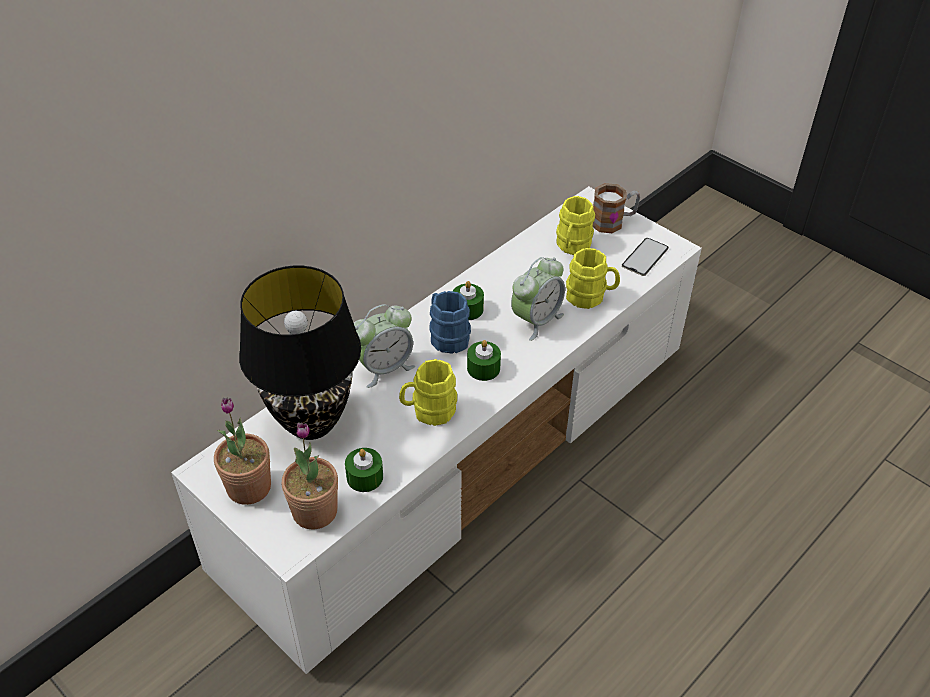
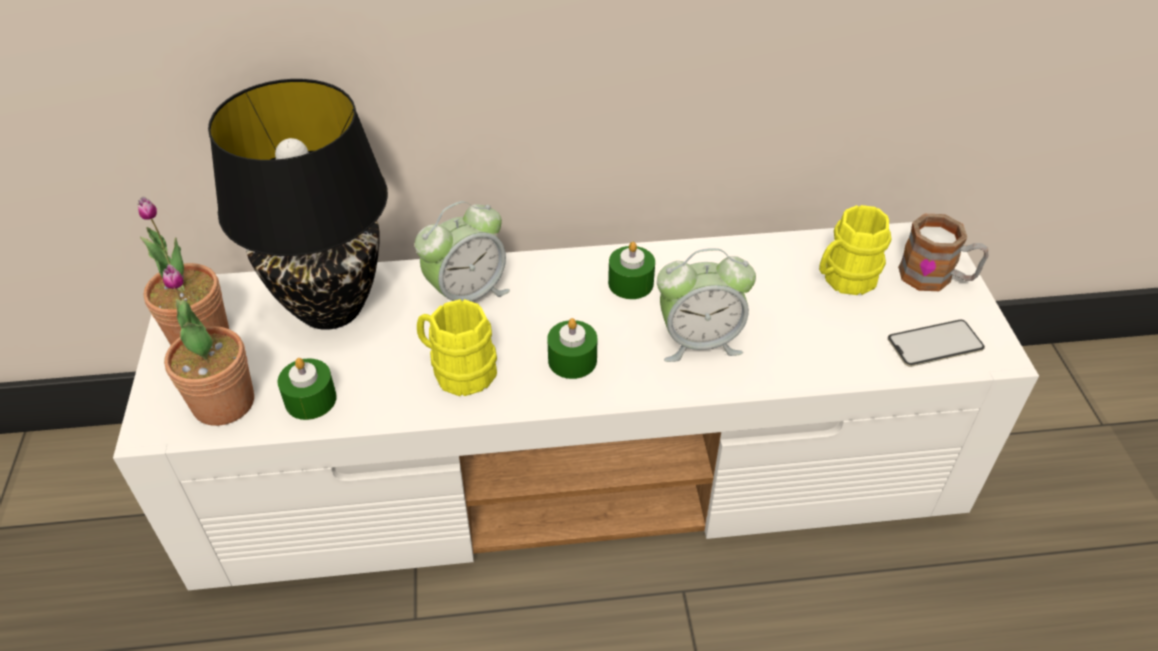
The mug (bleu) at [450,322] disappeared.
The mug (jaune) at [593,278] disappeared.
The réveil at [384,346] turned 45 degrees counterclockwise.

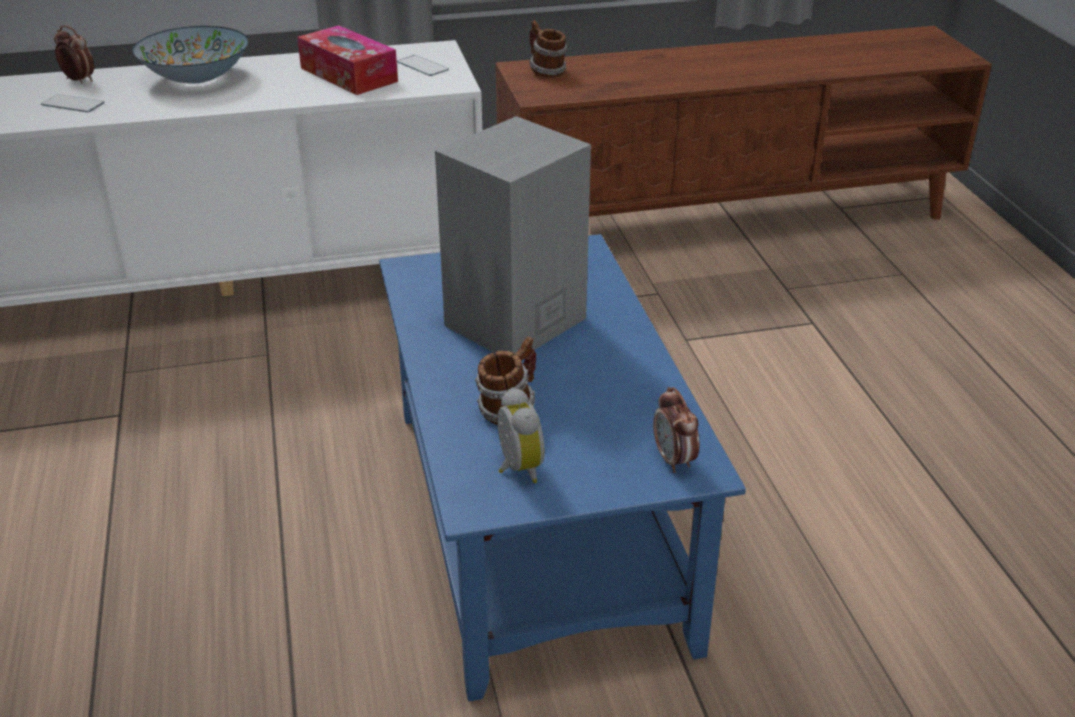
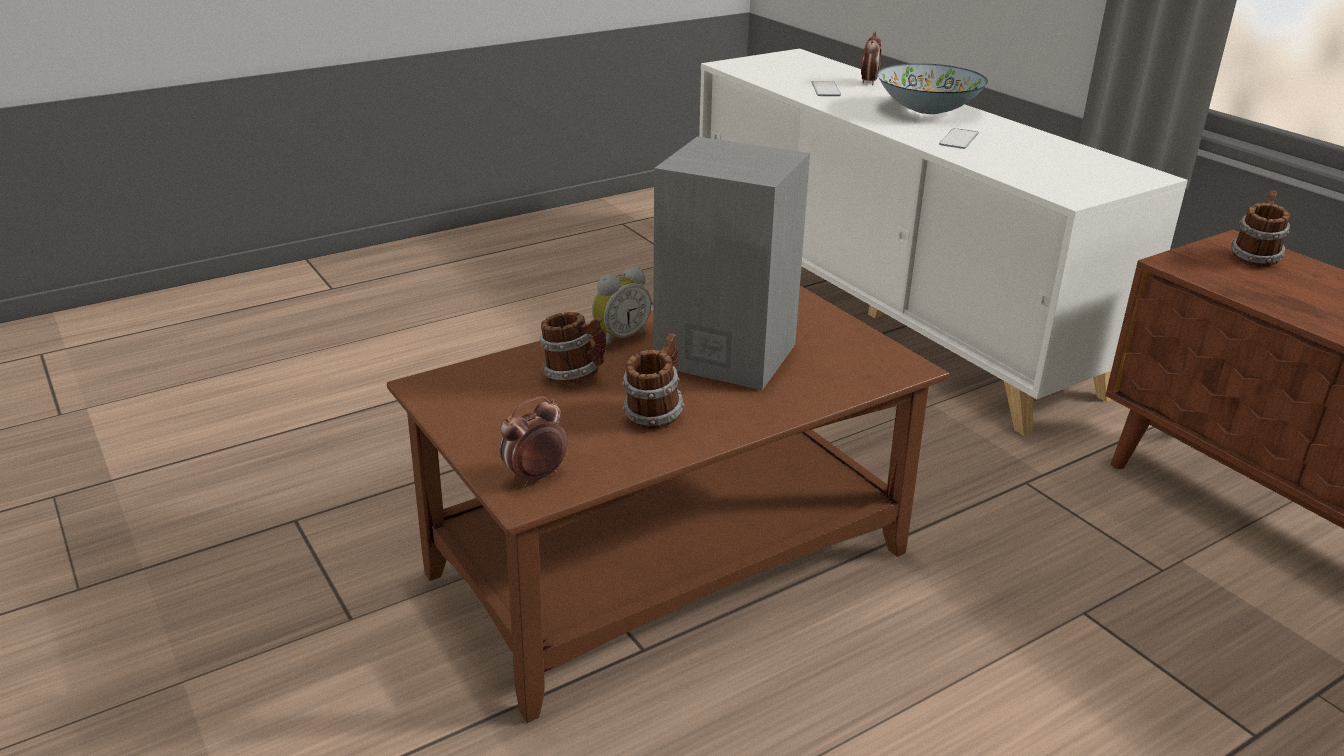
The boîte à mouchoirs at [347,60] disappeared.
The mug at [653,381] appeared.
The téléphone moved from [423,65] to [959,138].
The réveil moved from [521,435] to [621,307].
The table basse (bleu) at [562,467] became the table basse (marron) at [668,504].

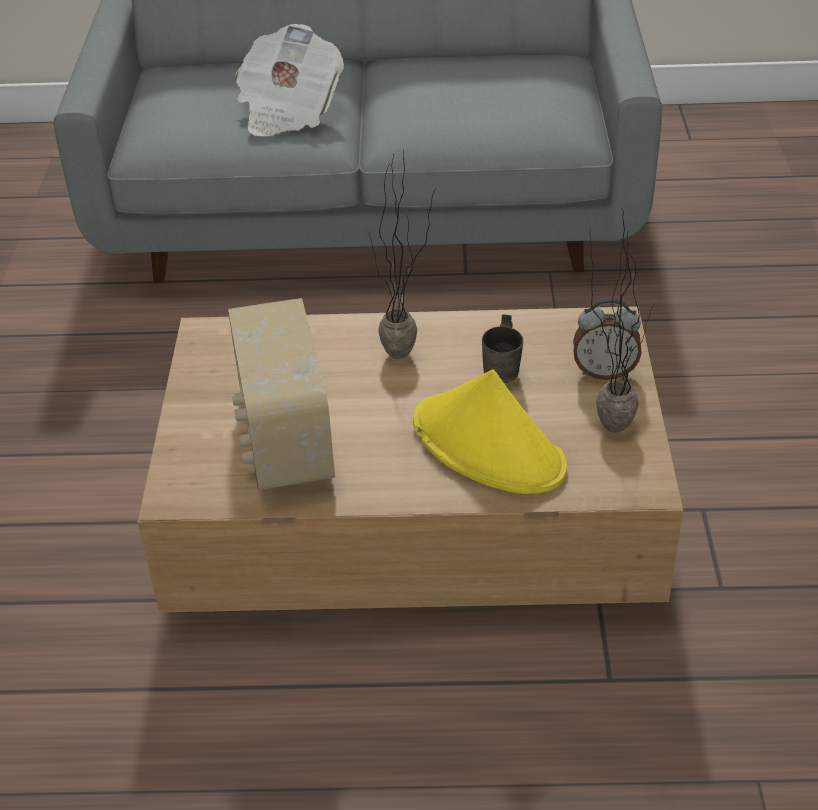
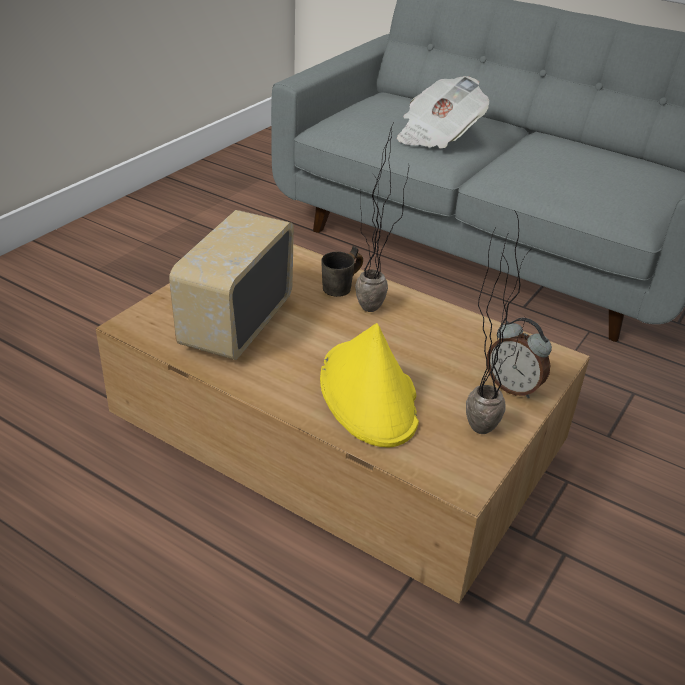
The mug (gris) moved from [502,348] to [342,271].

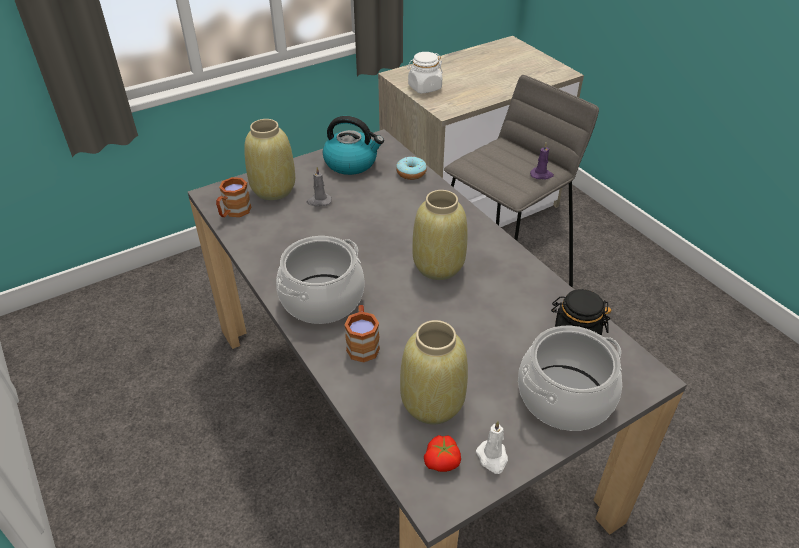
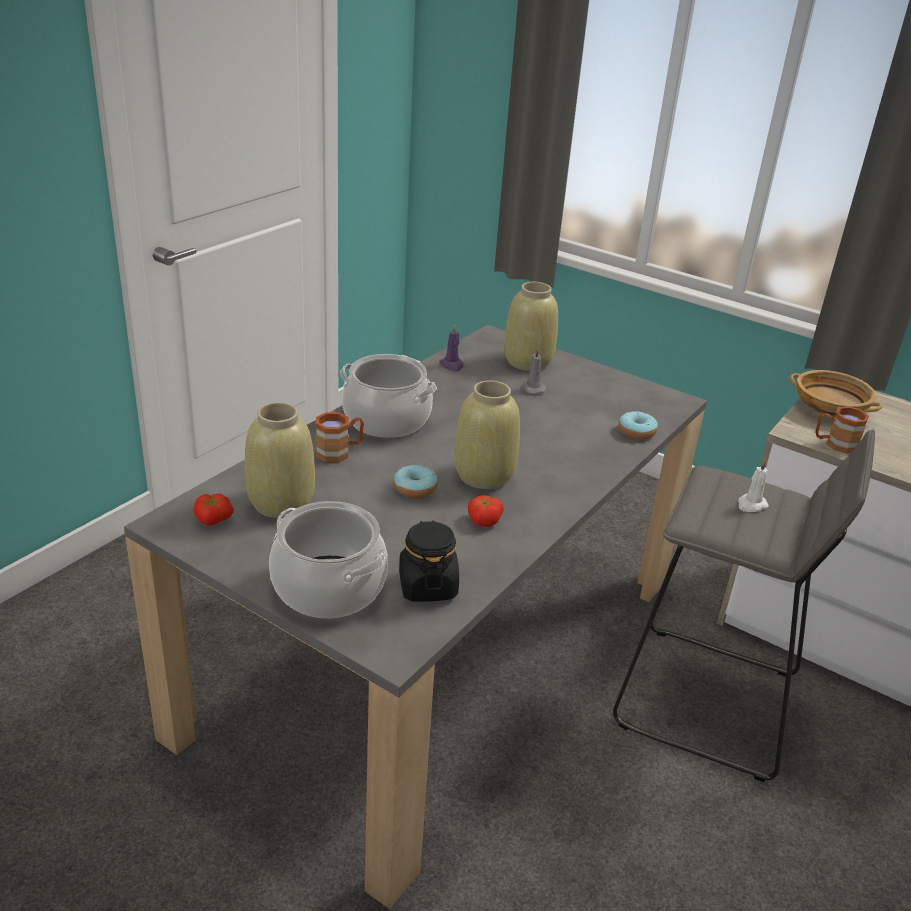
The bouilloire at [353,145] disappeared.
The beignet at [416,481] appeared.
The tomate at [486,511] appeared.
The mug (marron) moved from [233,197] to [842,429].
The bougie (blanc) moved from [492,447] to [753,486].
The bougie (violet) moved from [542,161] to [451,347].
The bocal (blanc) at [425,73] was replaced by the bol (beige) at [836,394].

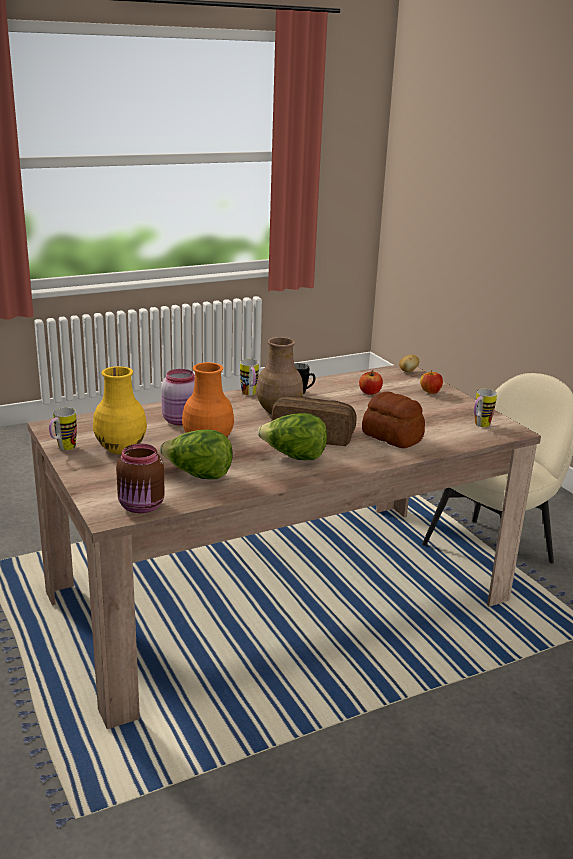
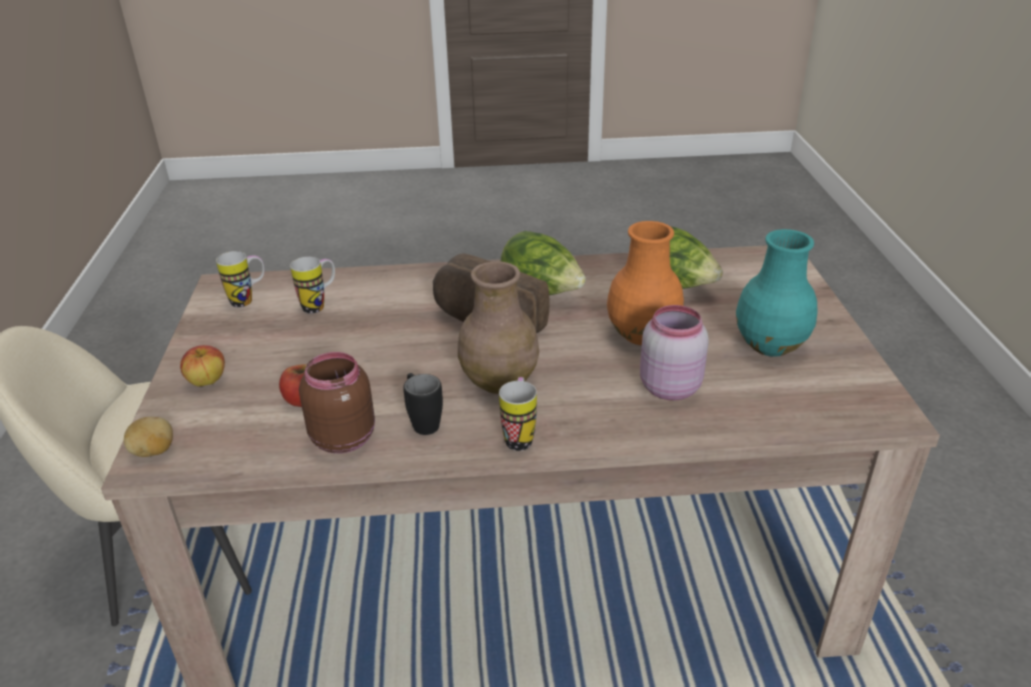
The pain at [393,419] disappeared.
The mug moved from [63,429] to [312,285].
The bocal (marron) moved from [140,478] to [337,403].
The vase (jaune) at [120,410] became the vase (turquoise) at [776,293].

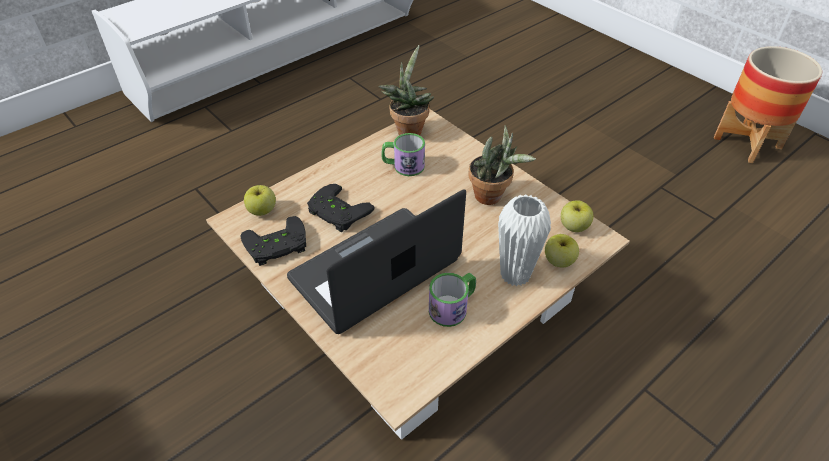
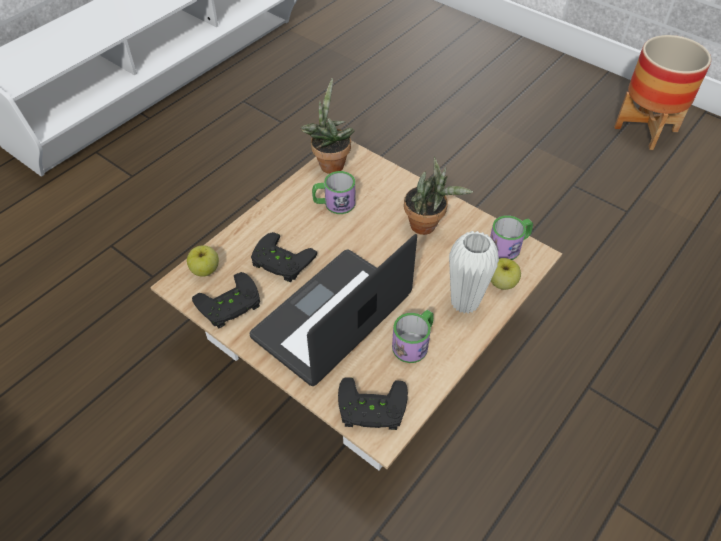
The manette (noir) at [373,404] appeared.
The pomme at [577,216] was replaced by the mug at [511,238].

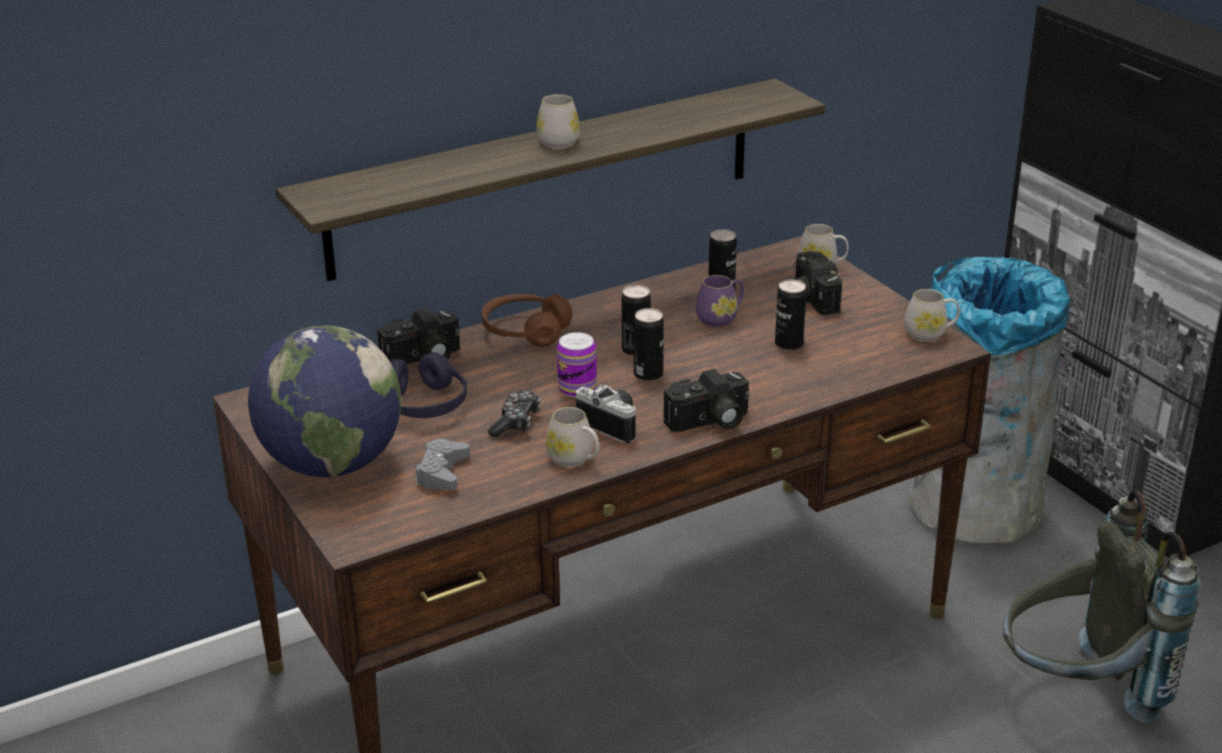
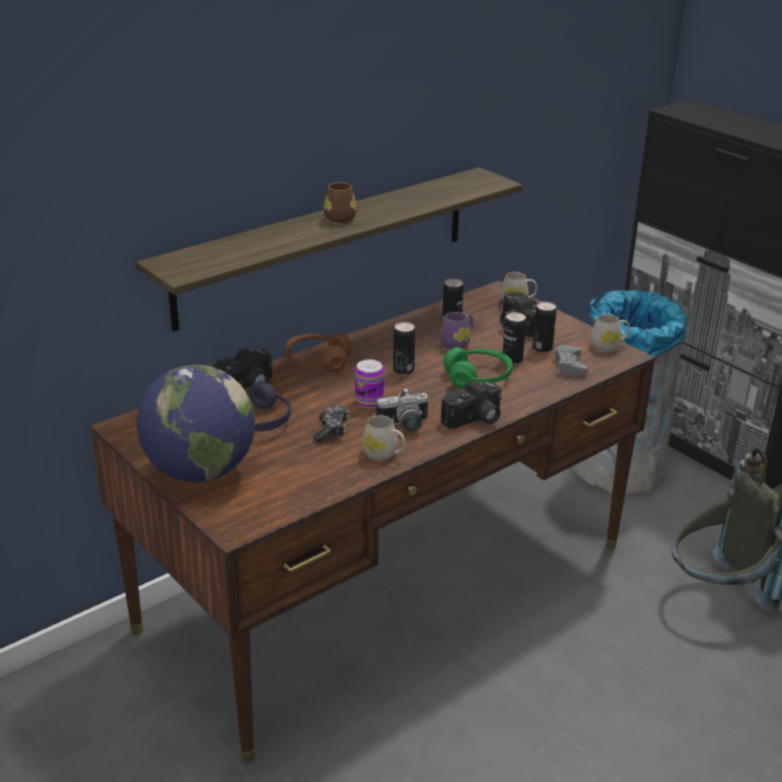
The casque audio (vert) at [477,367] appeared.
The manette (gris) moved from [442,464] to [570,360].
The boîte métallique moved from [649,344] to [544,327].
The mug (blanc) at [558,121] became the mug (marron) at [340,202].
The appareil photo at [606,414] turned 135 degrees clockwise.

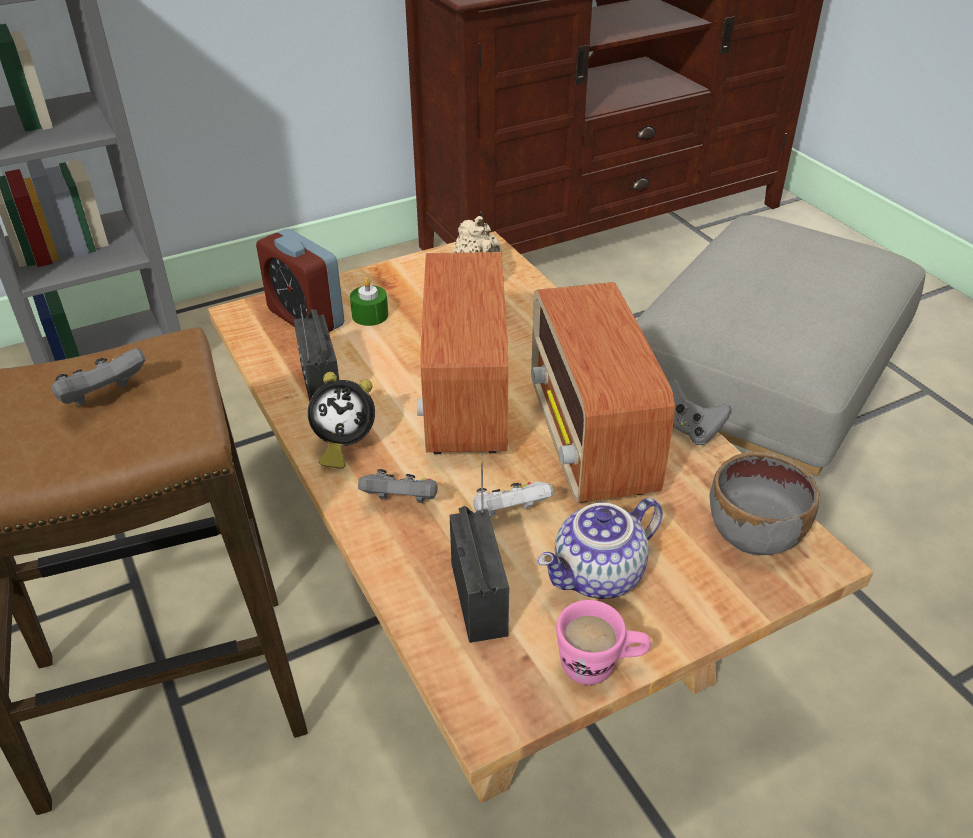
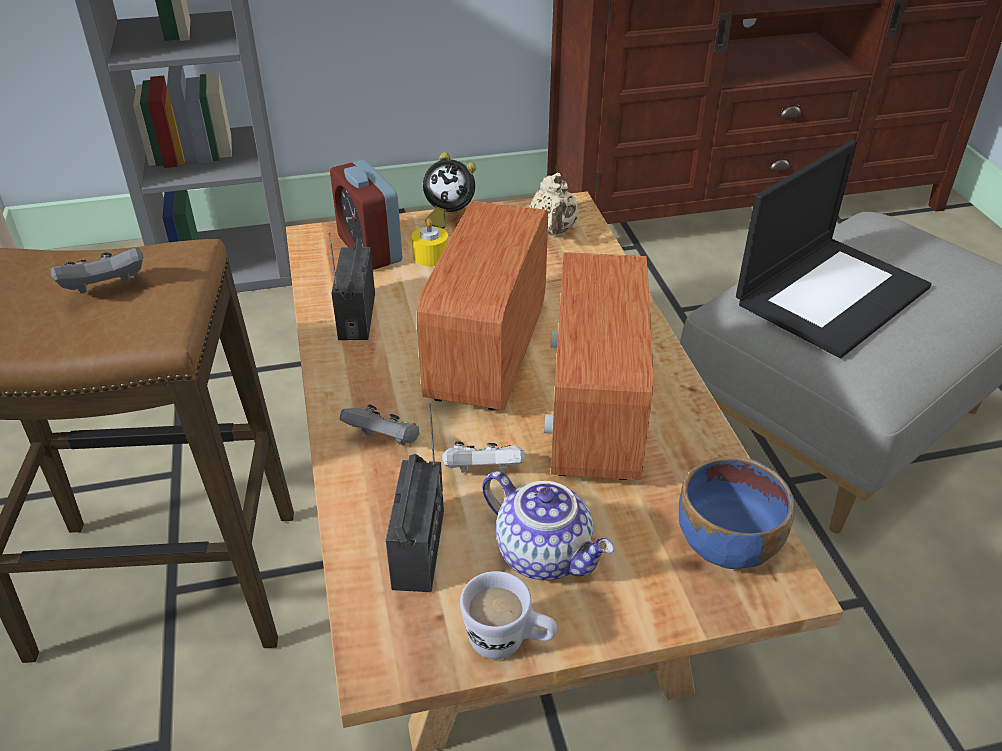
The manette (gris) at [700,412] disappeared.
The ordinateur portable at [834,249] appeared.
The réveil moved from [341,420] to [449,190].
The bougie (vert) at [369,302] became the bougie (jaune) at [429,242].
The mug (rose) at [603,642] became the mug (blanc) at [508,615].
The bol (gris) at [764,503] became the bol (bleu) at [736,512].
The théière at [600,548] turned 120 degrees counterclockwise.

